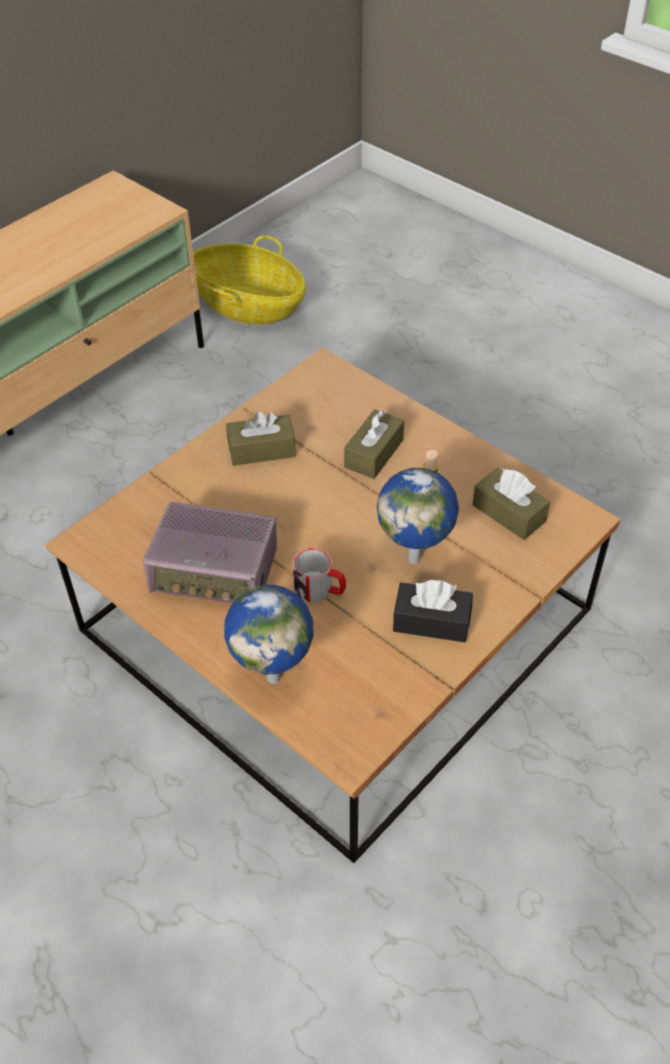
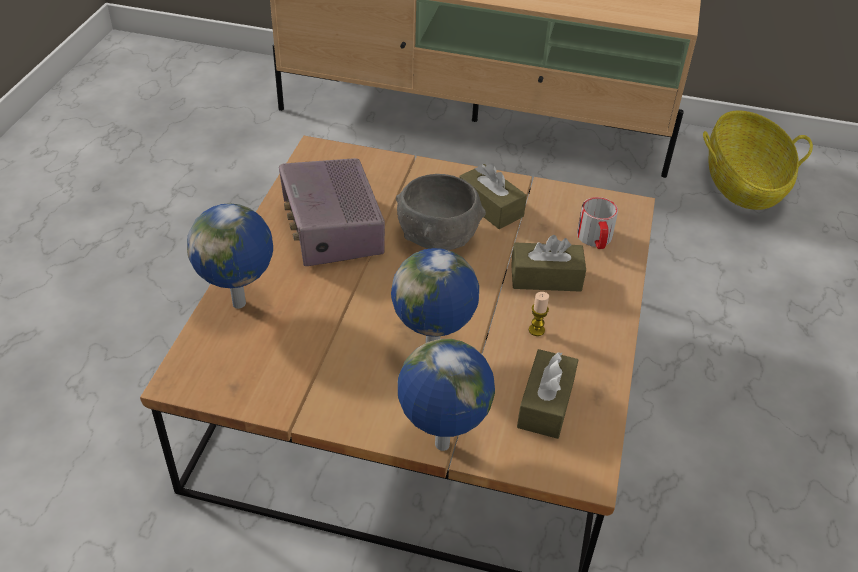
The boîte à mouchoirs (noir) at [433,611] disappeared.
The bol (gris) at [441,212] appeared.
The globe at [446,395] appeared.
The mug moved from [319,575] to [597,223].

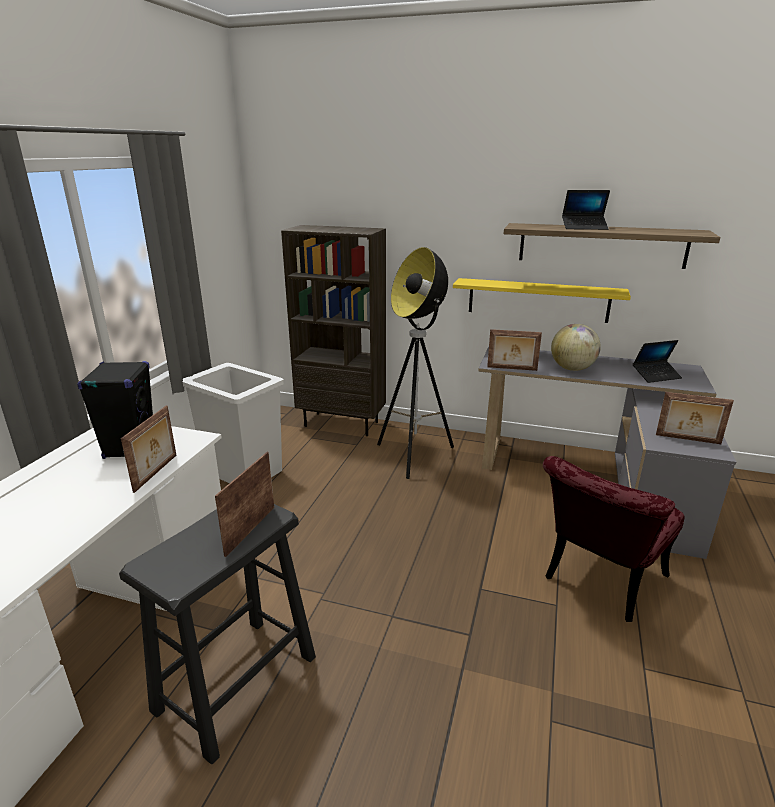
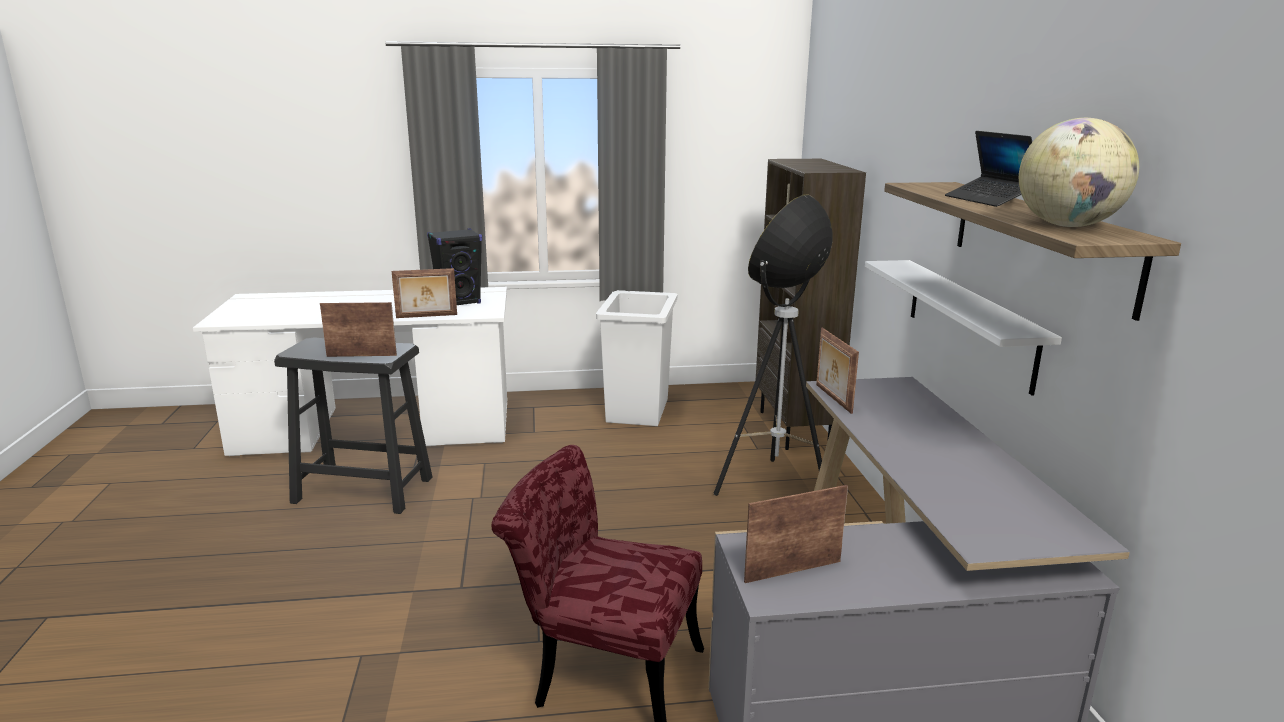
The ordinateur portable at [657,361] disappeared.
The globe moved from [576,347] to [1079,172].
The étagère (jaune) at [542,300] became the étagère (blanc) at [963,328].
The cadre photo at [695,418] turned 75 degrees clockwise.

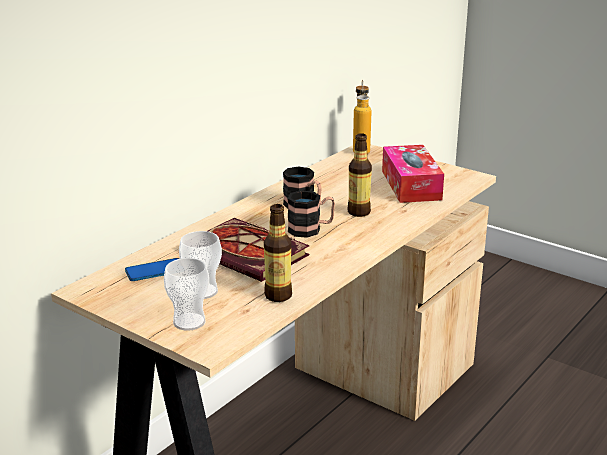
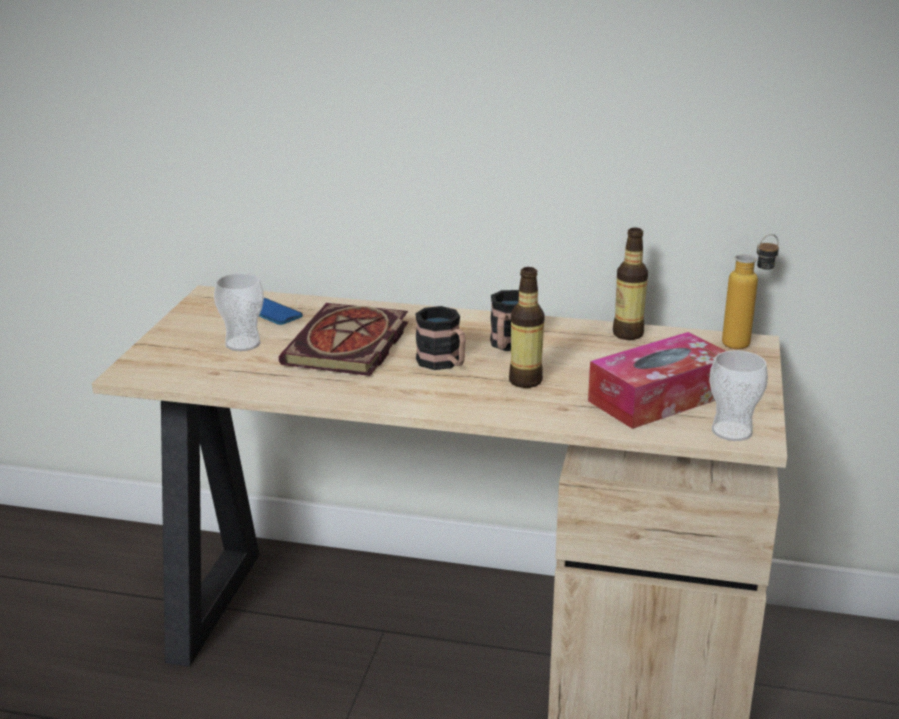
The tasse moved from [186,294] to [738,395].
The bouteille moved from [278,253] to [630,284].

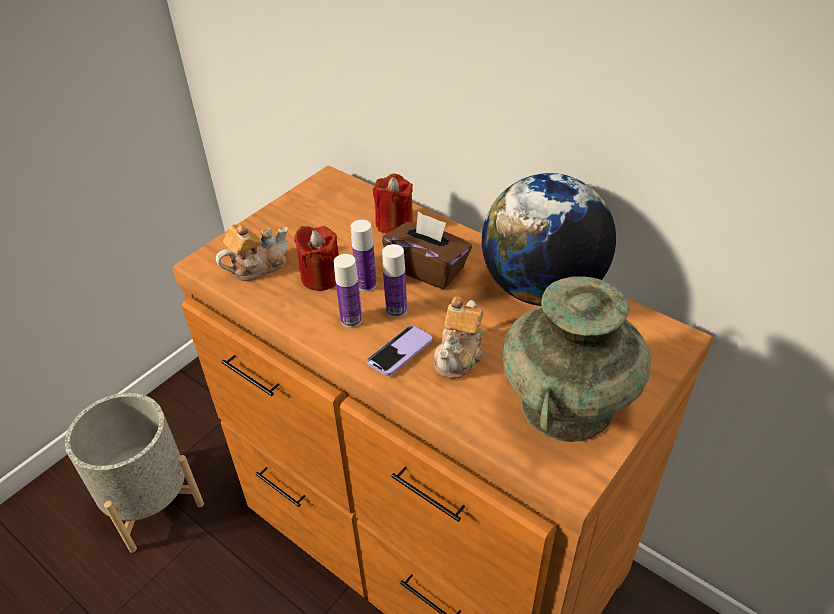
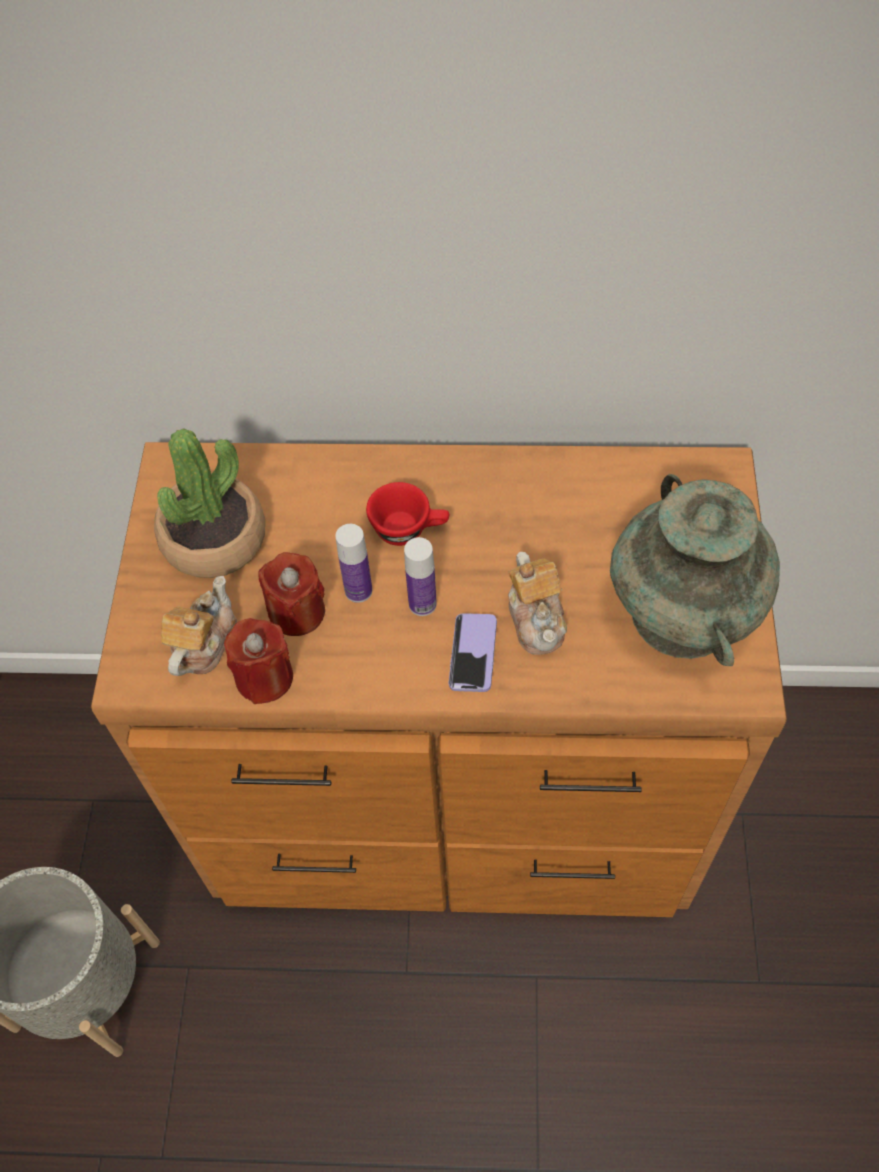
The bouteille at [348,291] disappeared.
The globe at [549,239] disappeared.
The plante en pot at [209,503] appeared.
The bougie (rouge) moved from [393,203] to [258,661].
The boîte à mouchoirs (marron) at [427,250] was replaced by the tasse (rouge) at [407,514].

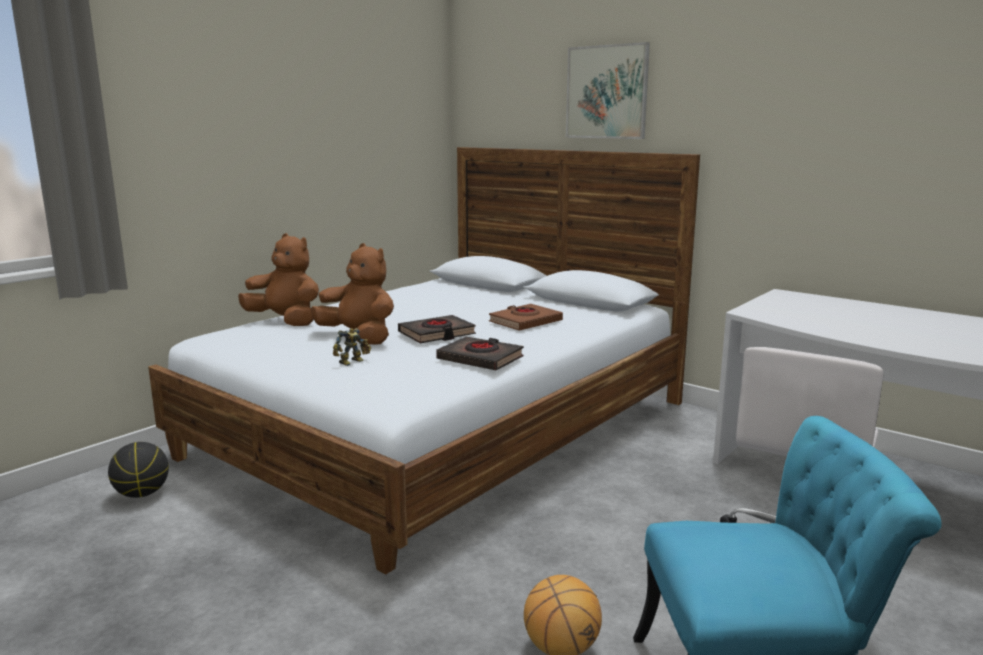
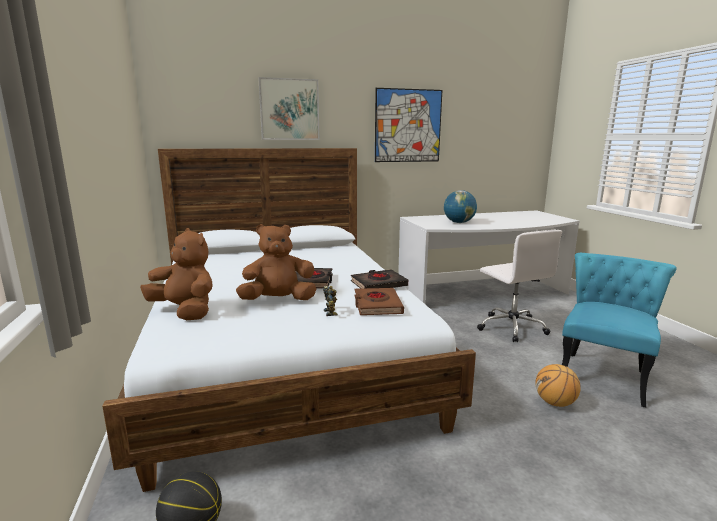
The tableau at [408,125] appeared.
The globe at [460,206] appeared.
The livre (marron) moved from [526,317] to [379,301].
The peluche (marron) at [278,279] turned 60 degrees clockwise.

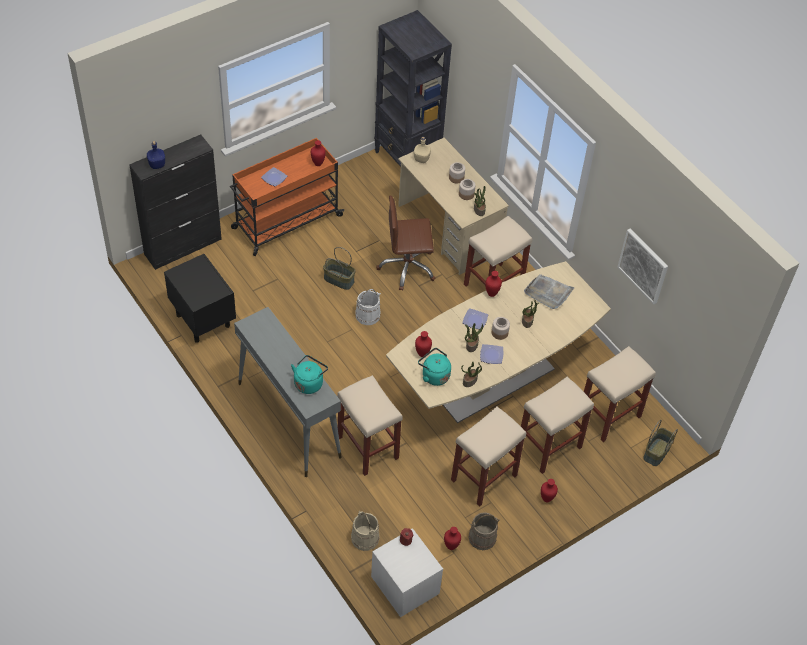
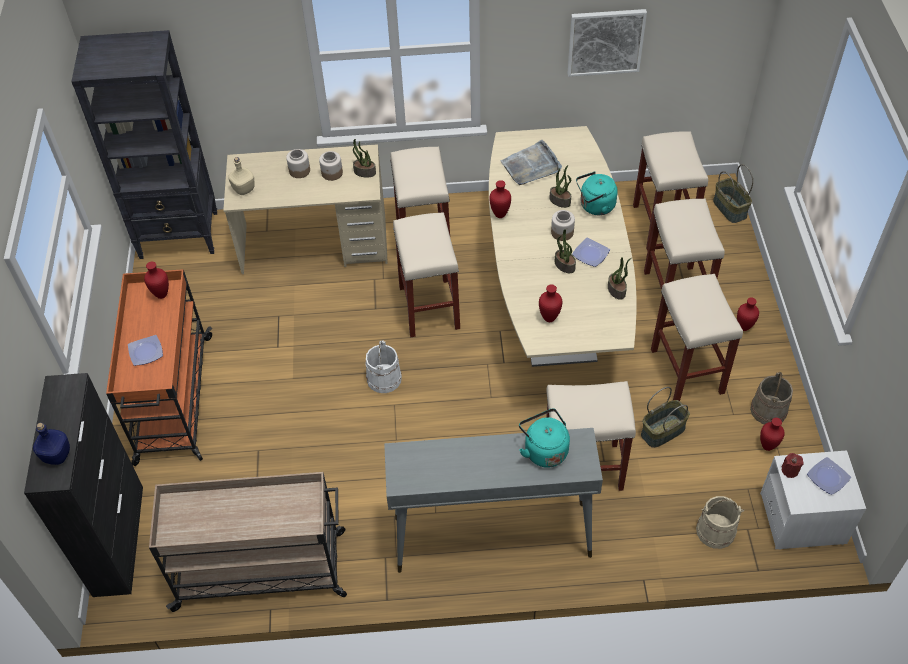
The chaise de bureau (marron) at [405,243] disappeared.
The tabouret (beige) at [426,274] appeared.
The panier moved from [339,268] to [665,417].
The bouilloire (turquoise) moved from [434,367] to [597,193].
The assiette moved from [475,318] to [829,476].
The table de chevet (noir) at [200,298] was replaced by the chariot (beige) at [248,542].

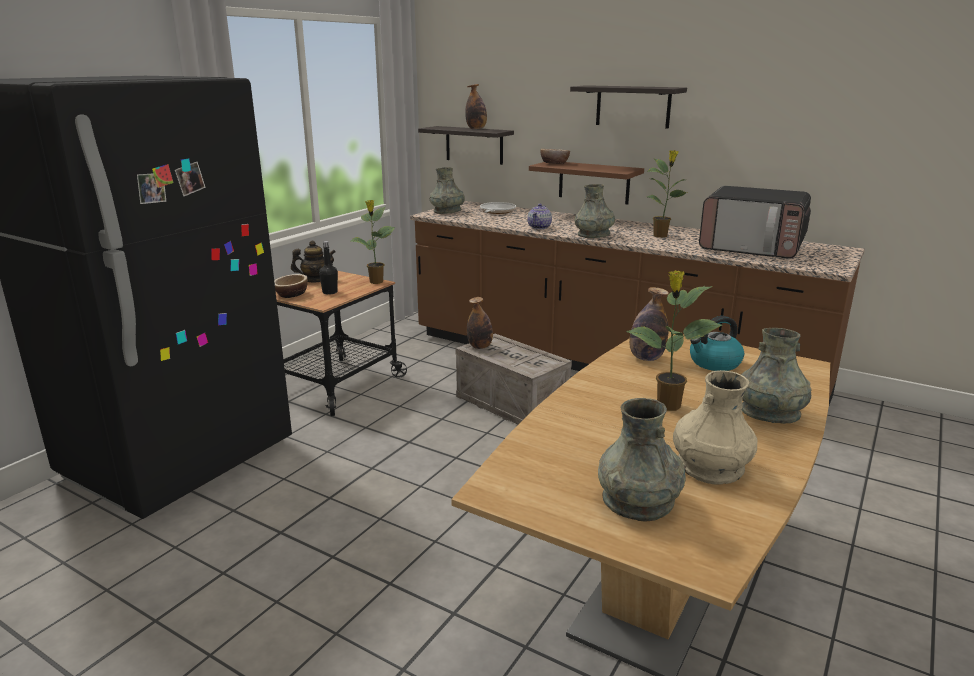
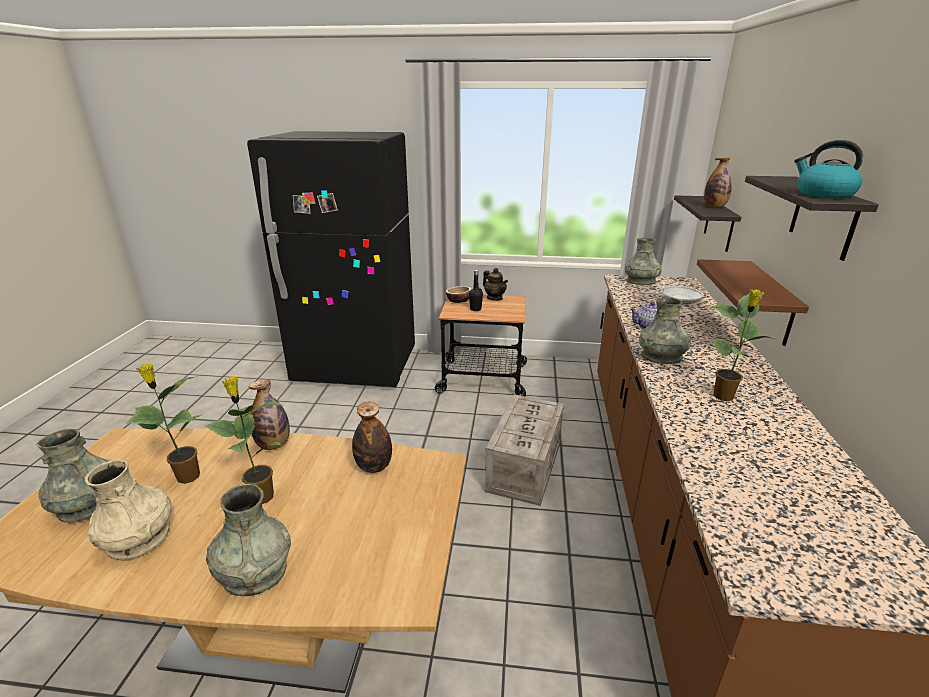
The bol at [555,156] disappeared.
The micro-ondes at [755,222] disappeared.
The plante en pot moved from [373,242] to [163,423].
The bouteille moved from [480,323] to [269,414].
The bouilloire moved from [717,343] to [828,169].

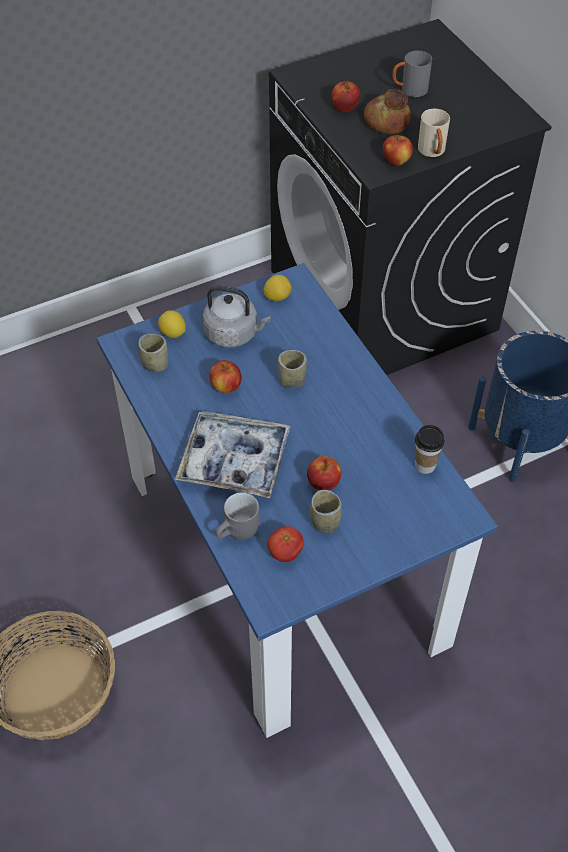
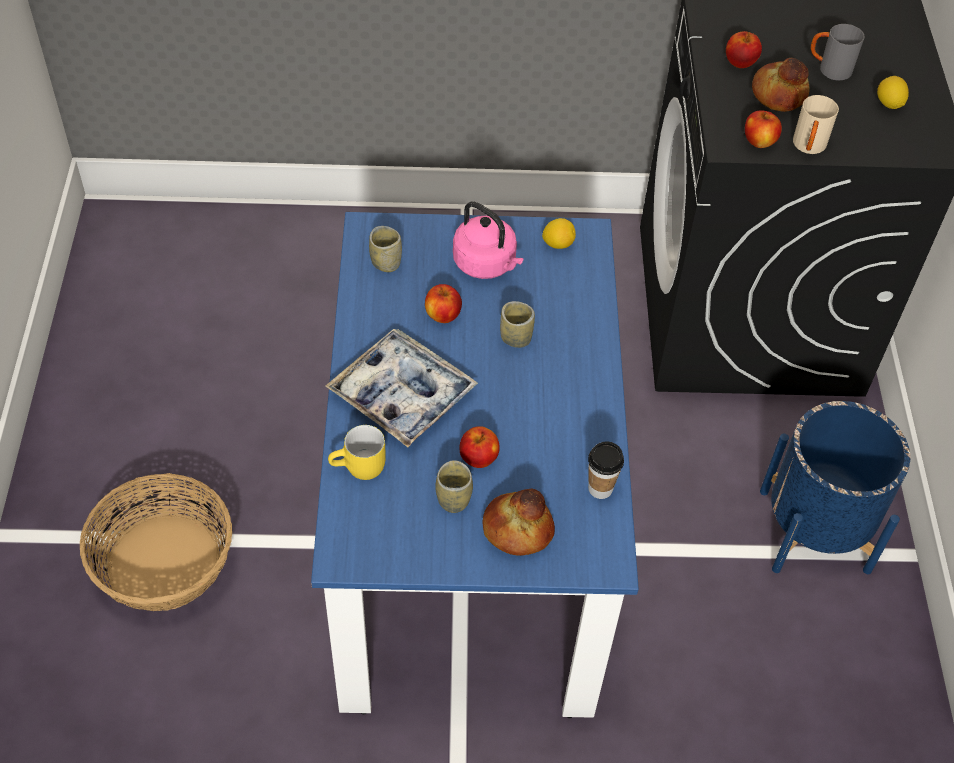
The tomate at [285,544] disappeared.
The pain at [519,522] appeared.
The citron moved from [172,324] to [893,92].
The bouilloire (gris) at [236,317] became the bouilloire (rose) at [488,240].
The mug (gris) at [237,516] became the mug (jaune) at [357,452].

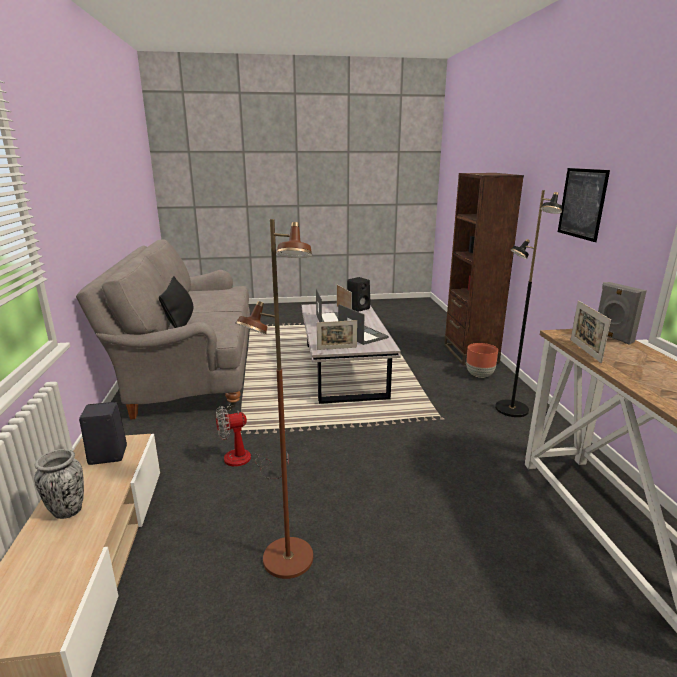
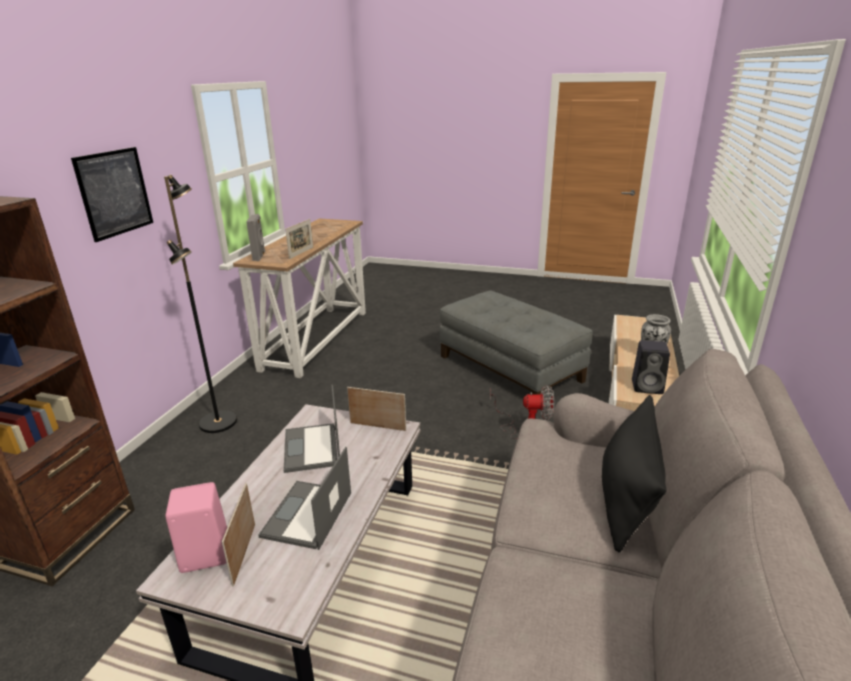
The cache-pot (marron) at [482,360] disappeared.
The lampadaire (marron) at [274,399] was replaced by the pouf (gris) at [516,343].
The enceinte (noir) at [358,294] became the enceinte (rose) at [196,527].

